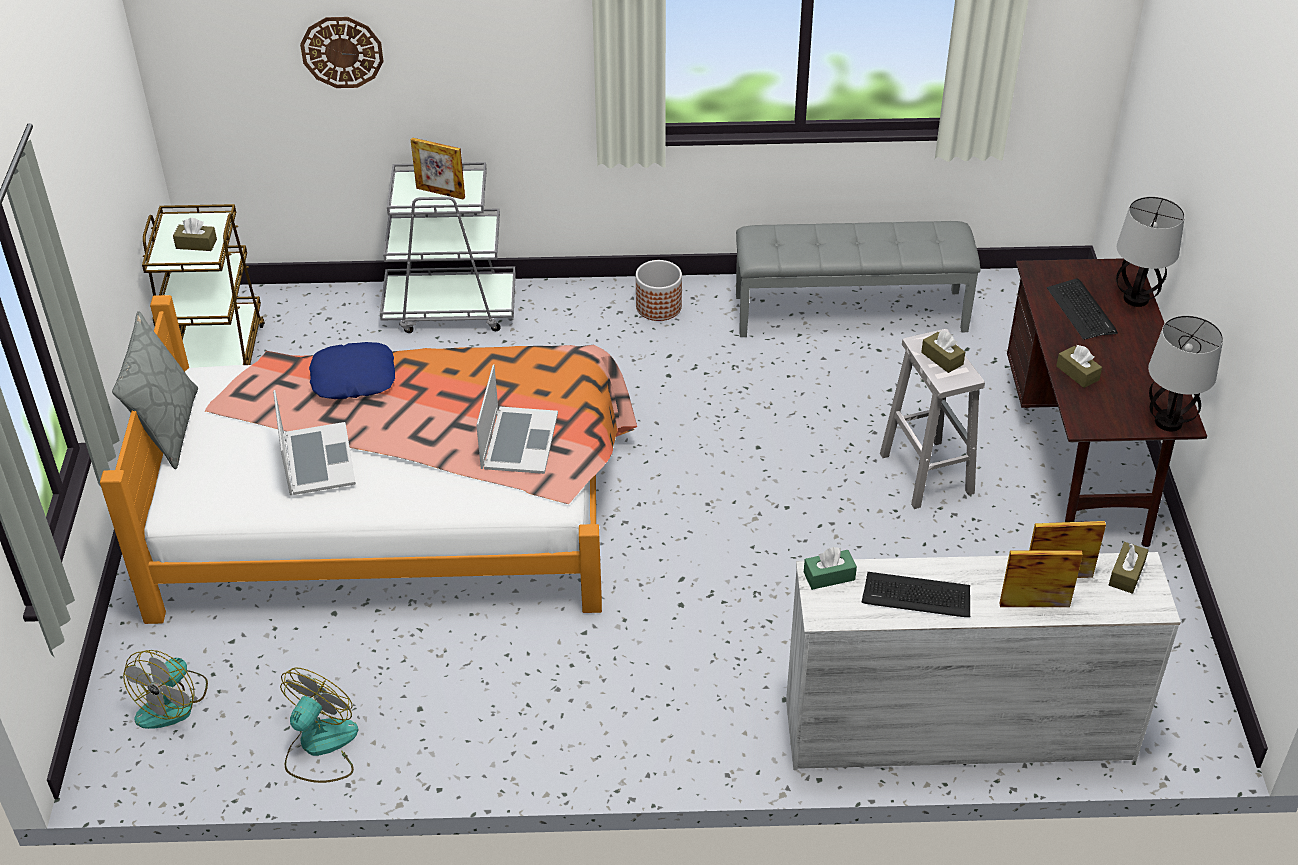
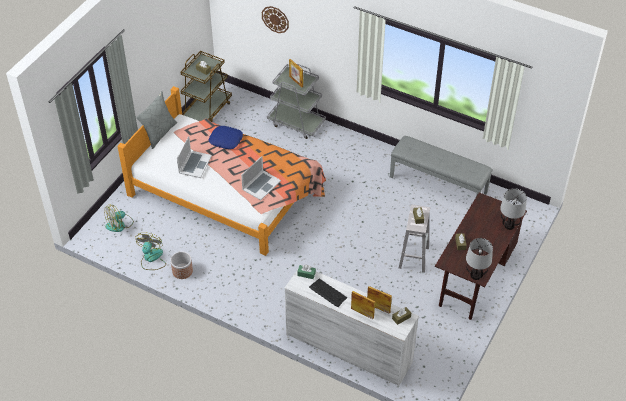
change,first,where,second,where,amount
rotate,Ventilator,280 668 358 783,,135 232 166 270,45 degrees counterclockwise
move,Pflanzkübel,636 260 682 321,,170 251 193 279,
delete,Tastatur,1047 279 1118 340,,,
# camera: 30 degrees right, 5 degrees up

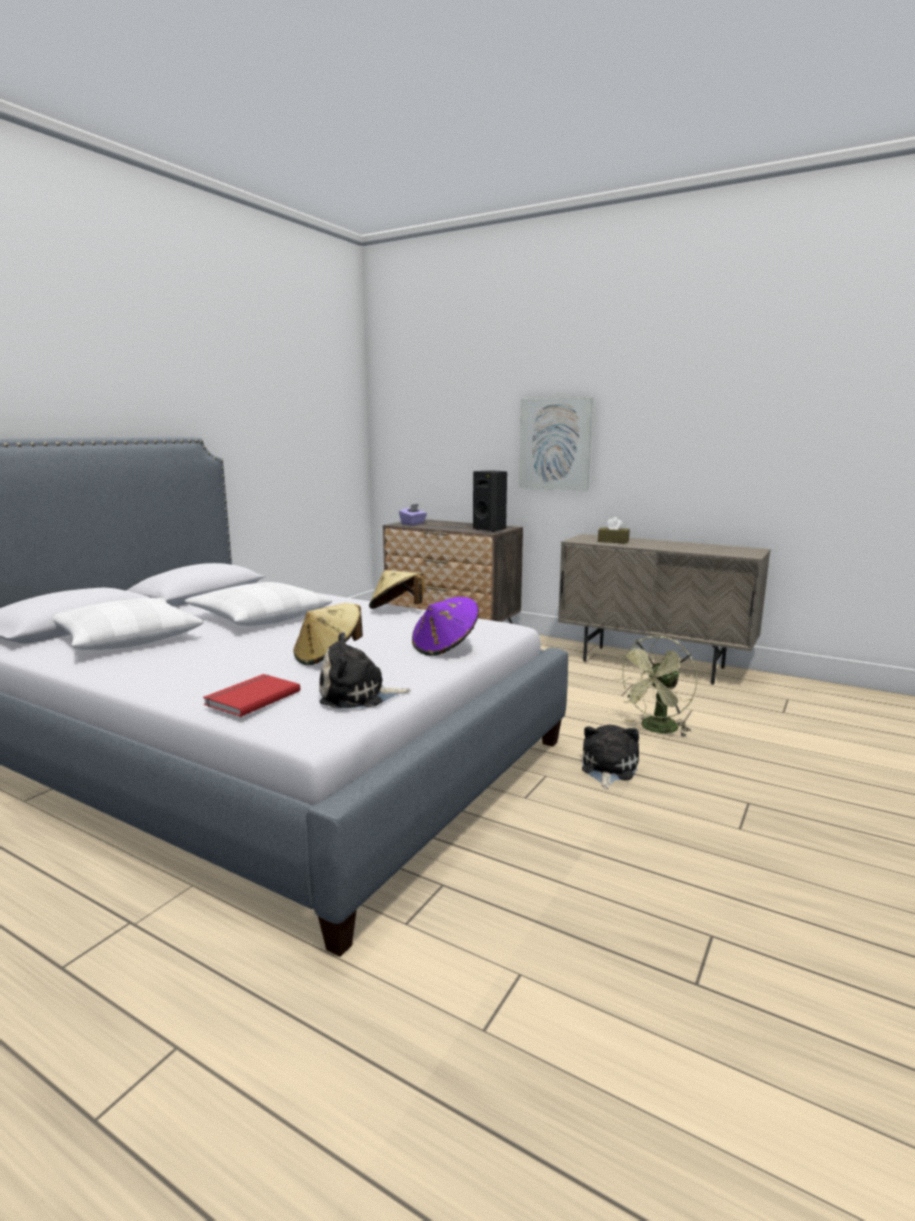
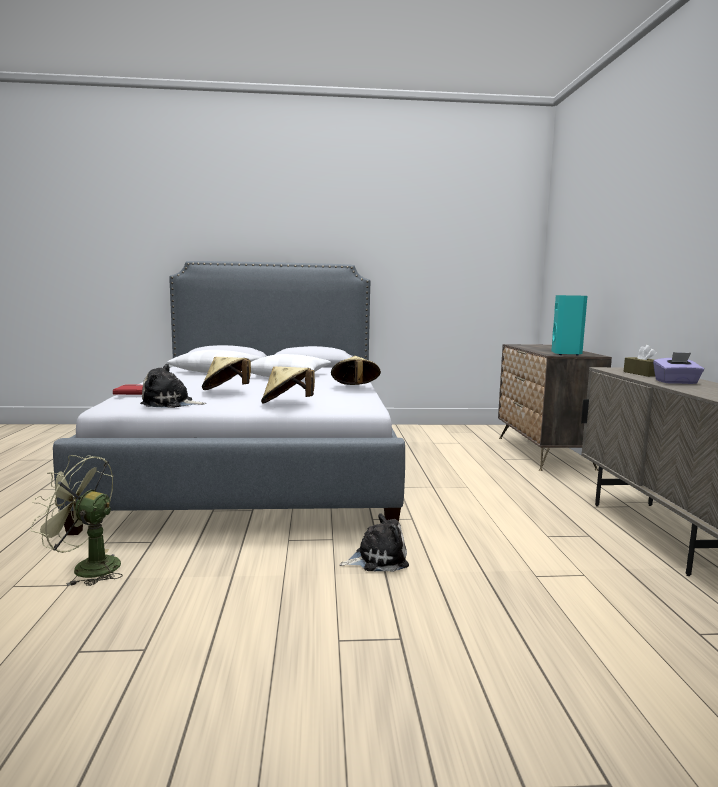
change,first,where,second,where,amount
move,Ventilator/grün,616 636 697 737,,30 455 123 586,
rotate,Plüschtier,319 632 411 709,,140 364 206 408,45 degrees counterclockwise
recolor,Hut/lila,412 597 479 656,Hut/beige,261 366 315 404,
recolor,Lautsprecher/schwarz,473 471 507 532,Lautsprecher/türkis,551 295 587 356,
move,Taschentuchbox/lila,399 504 427 525,,653 352 704 384,
delete,Bild,519 397 593 491,,,
# camera: 55 degrees right, 5 degrees down

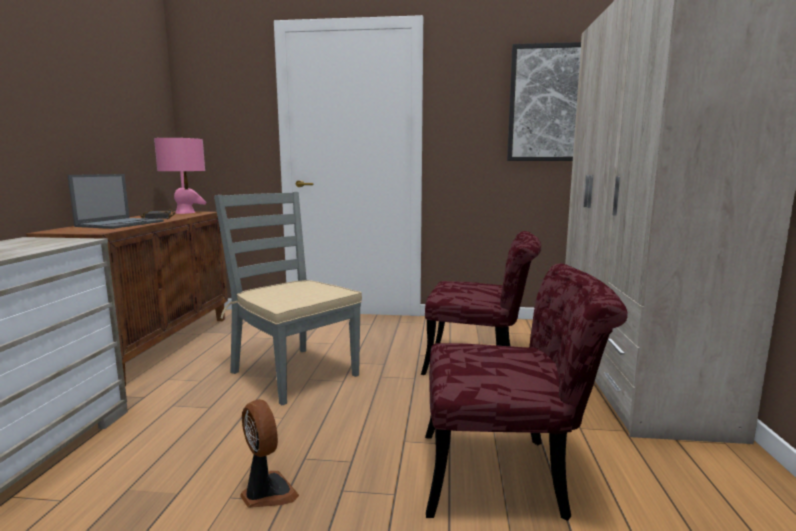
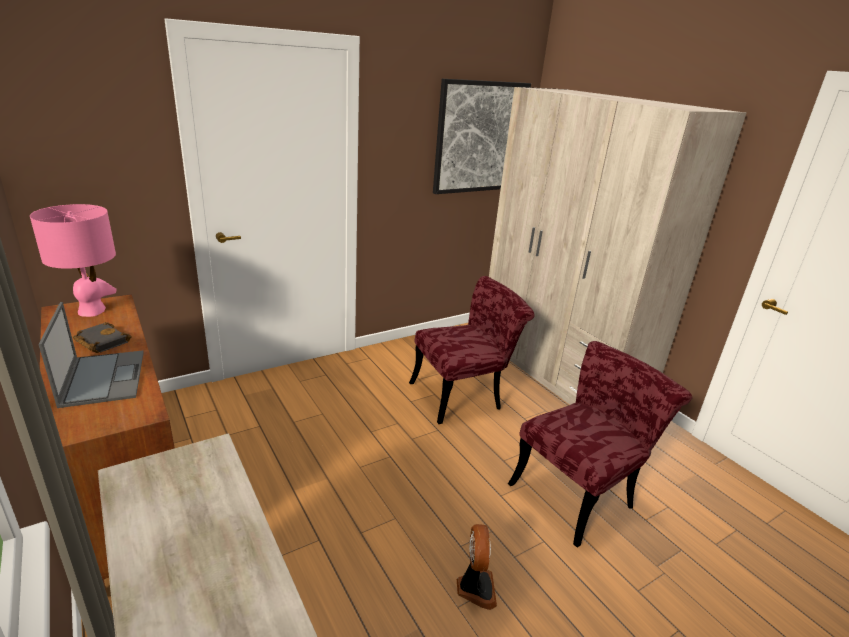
change,first,where,second,where,amount
rotate,Ventilator,240 399 299 508,,457 524 497 610,75 degrees clockwise
delete,Stuhl/grau,214 192 362 406,,,
# camera: 40 degrees left, 15 degrees up

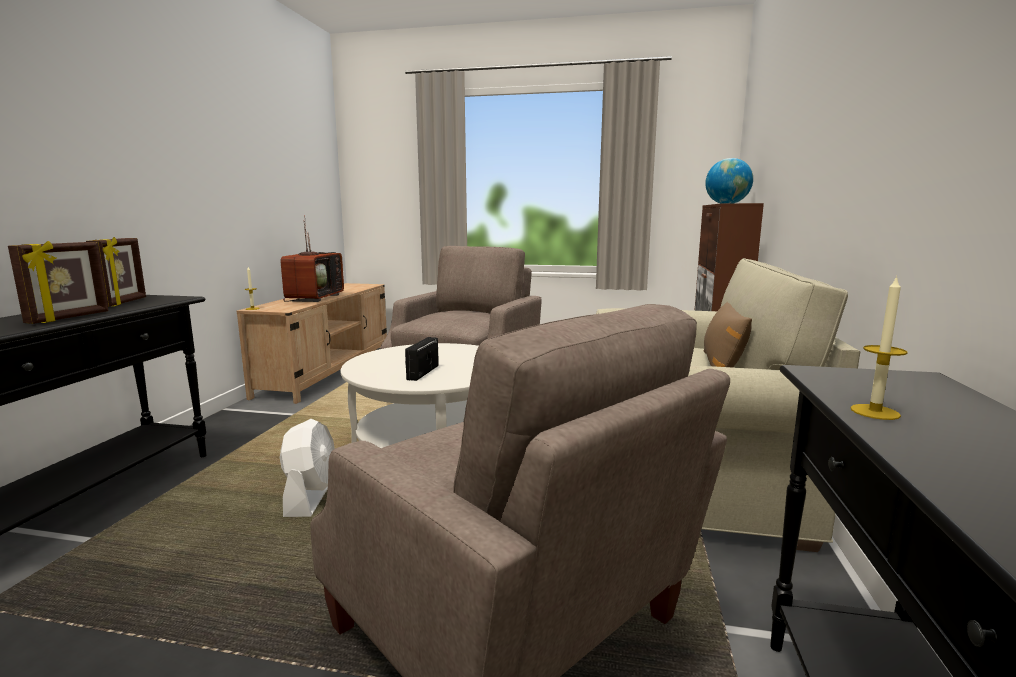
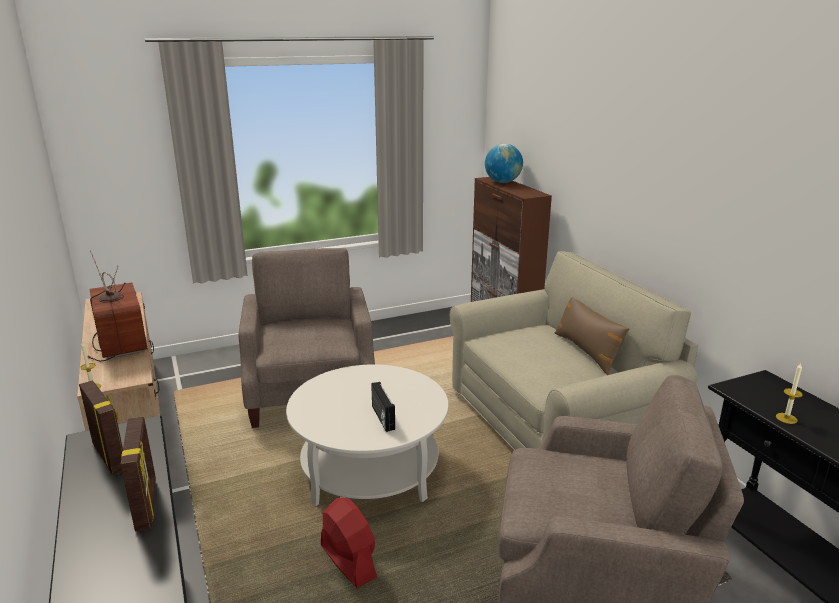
change,first,where,second,where,amount
recolor,Ventilator/weiß,280 419 335 517,Ventilator/rot,321 498 377 588,
# camera: 35 degrees left, 10 degrees up

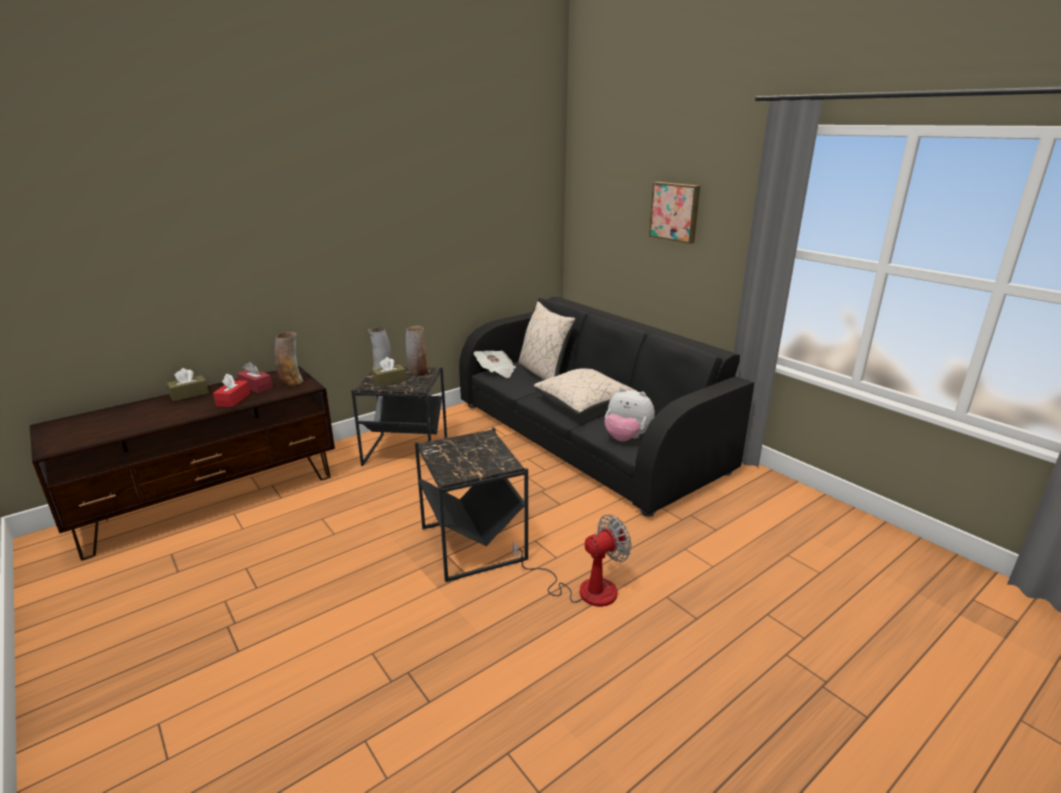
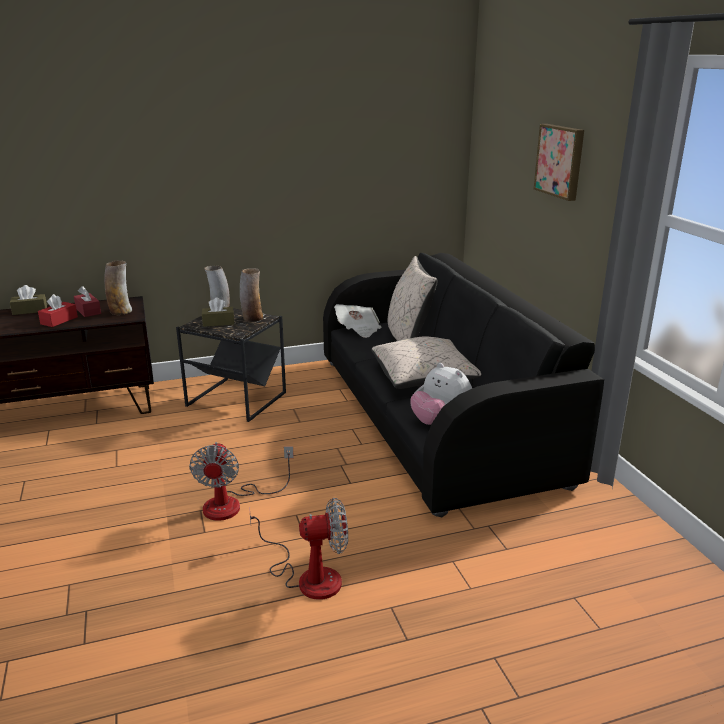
change,first,where,second,where,amount
replace,Beistelltisch/schwarz,415 428 528 582,Ventilator,189 442 294 521,
# camera: 20 degrees right, 0 degrees up

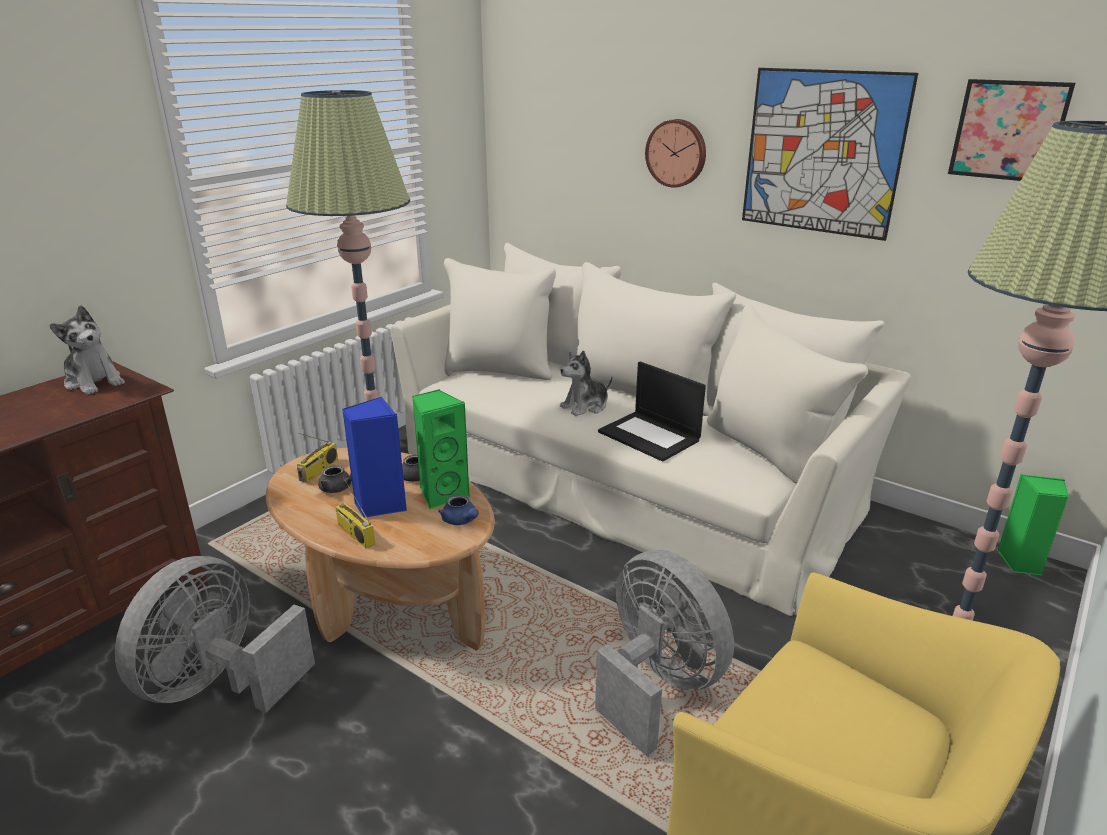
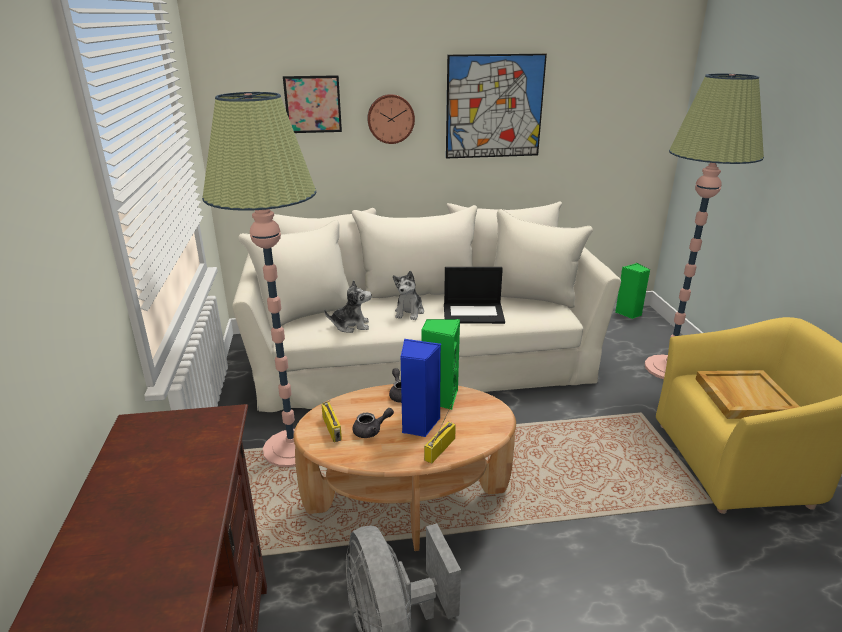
change,first,where,second,where,amount
move,Bild,948 79 1075 181,,283 75 342 133,
move,Plüschtier,50 305 125 395,,324 280 372 333,
rotate,Radio,335 477 375 548,,424 406 456 464,120 degrees clockwise
insert,,,Tablett/beige,696 370 799 419,
delete,Teekanne/blau,438 495 479 525,,,
delete,Ventilator/grau,595 550 734 756,,,
# camera: 45 degrees left, 0 degrees up

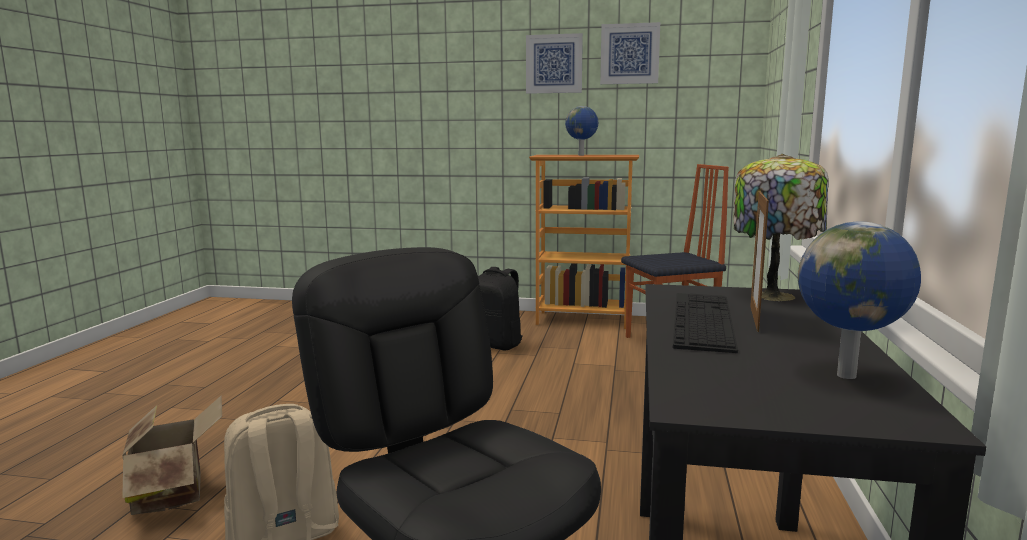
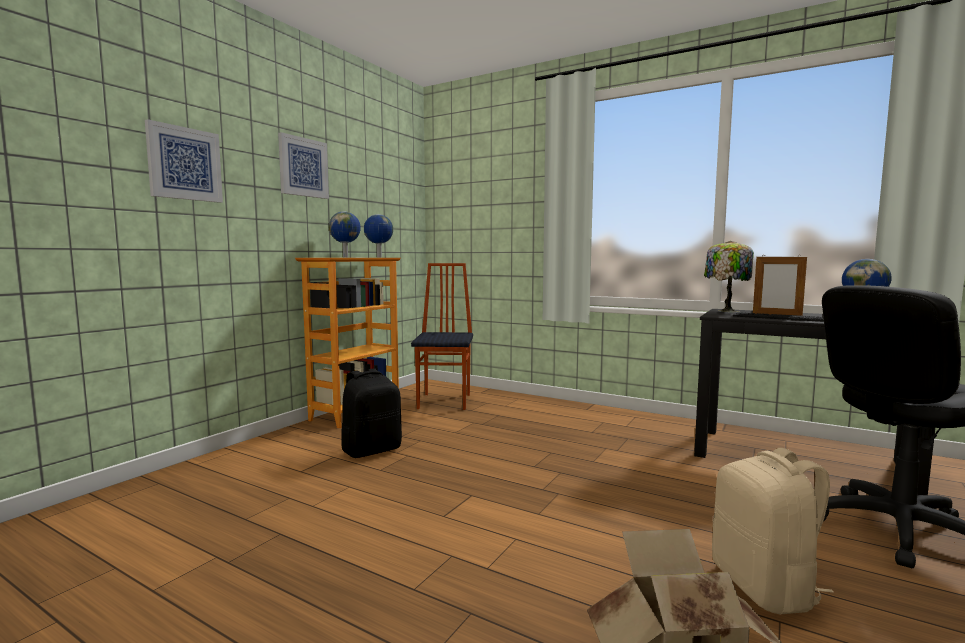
change,first,where,second,where,amount
move,Bild,600 22 660 84,,145 119 223 203,
insert,,,Globus,364 214 393 257,
# camera: 70 degrees left, 5 degrees down

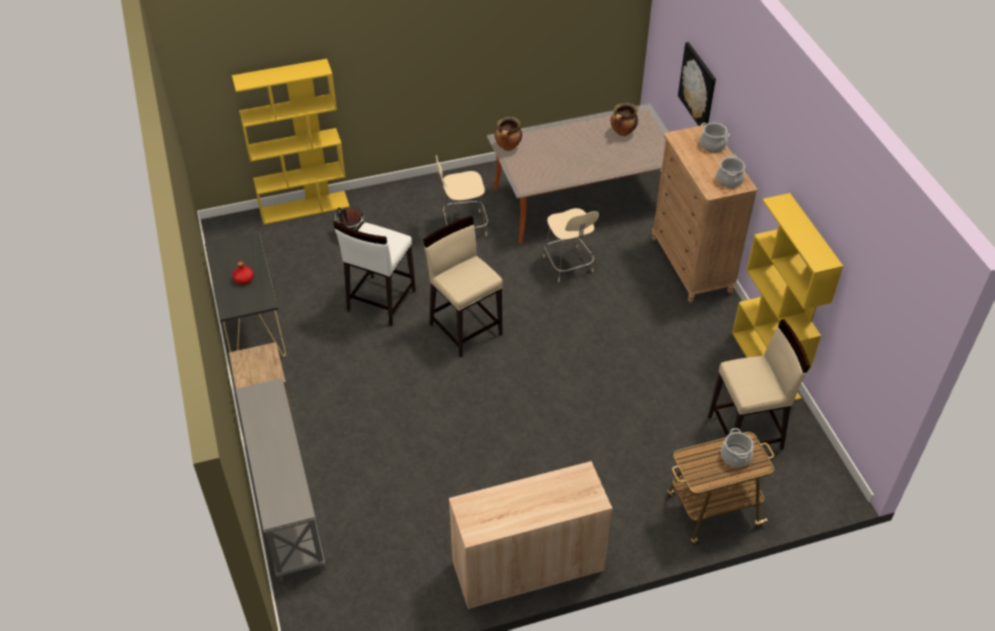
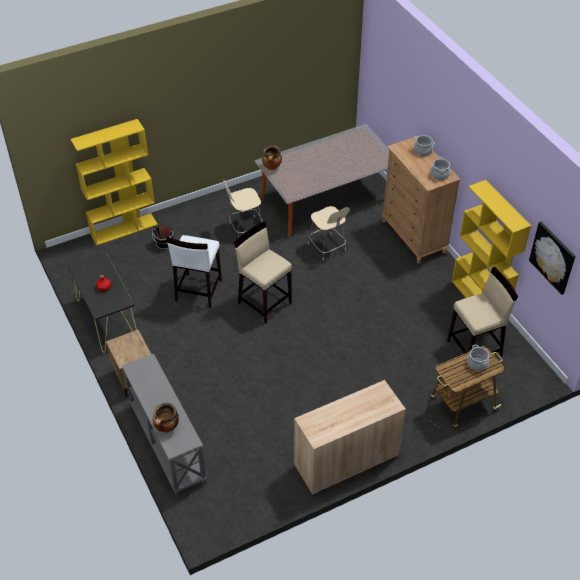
change,first,where,second,where,amount
move,Kochtopf,611 103 638 136,,153 403 179 433,
move,Bild,678 42 716 126,,529 222 575 295,
# camera: 10 degrees left, 0 degrees up

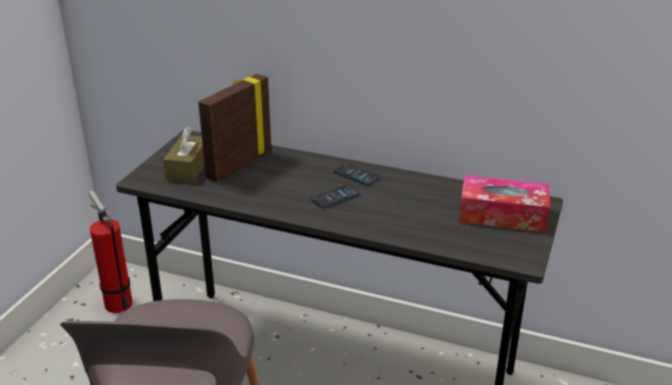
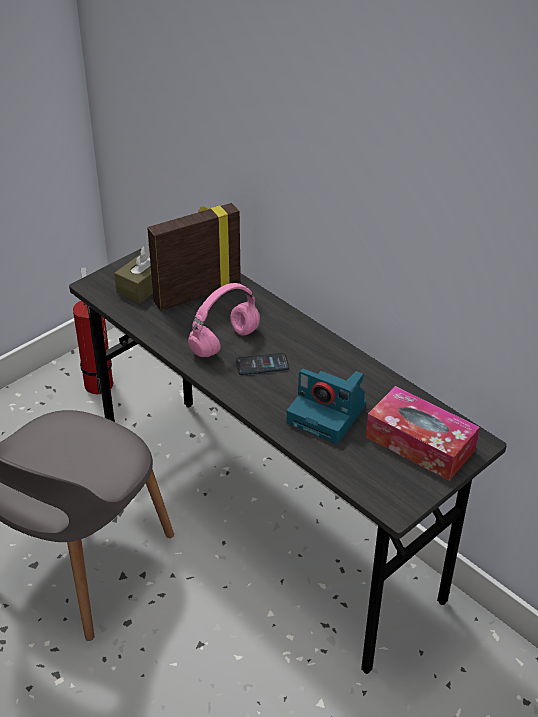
change,first,where,second,where,amount
insert,,,Kopfhörer/rosa,188 283 260 357,
insert,,,Kamera,287 369 366 444,
delete,Handy,334 163 379 185,,,
# camera: 25 degrees right, 10 degrees up

